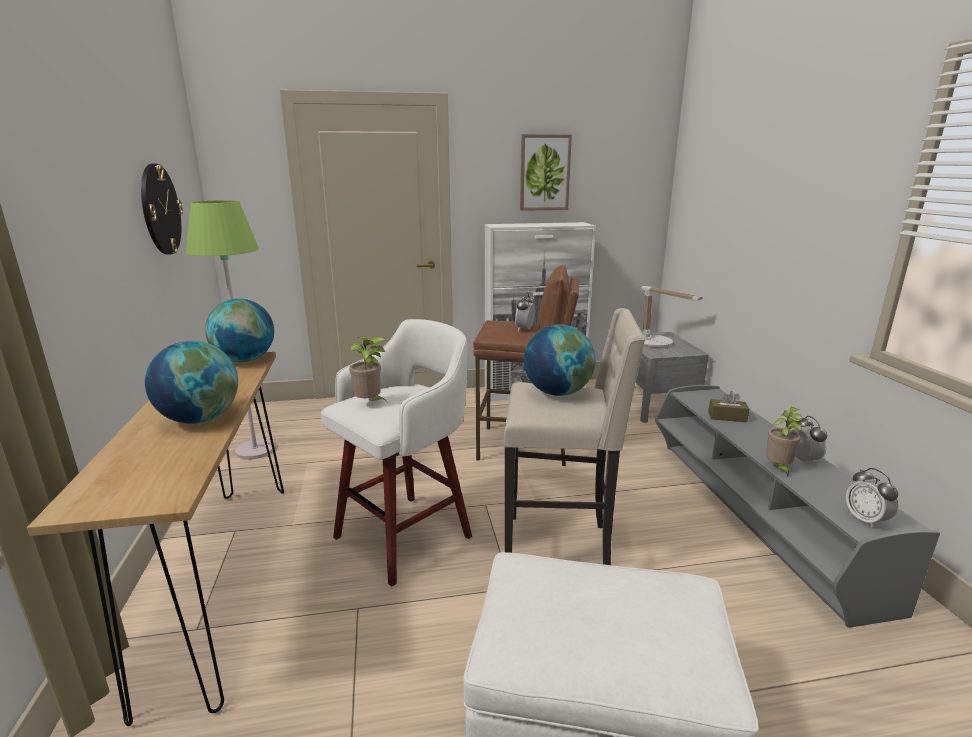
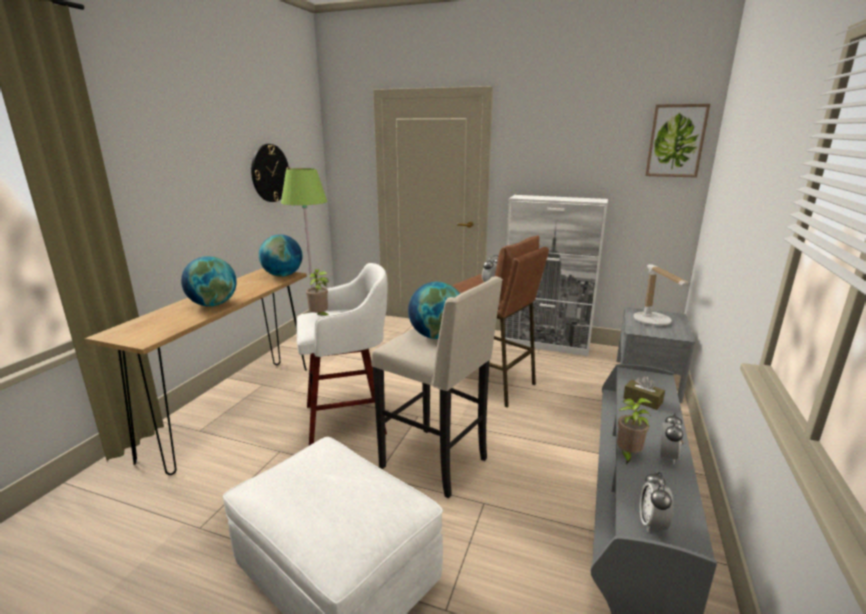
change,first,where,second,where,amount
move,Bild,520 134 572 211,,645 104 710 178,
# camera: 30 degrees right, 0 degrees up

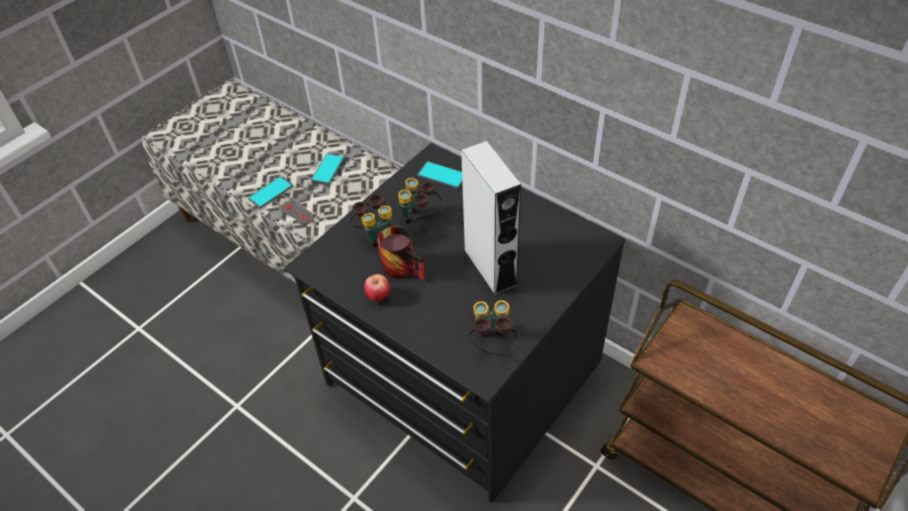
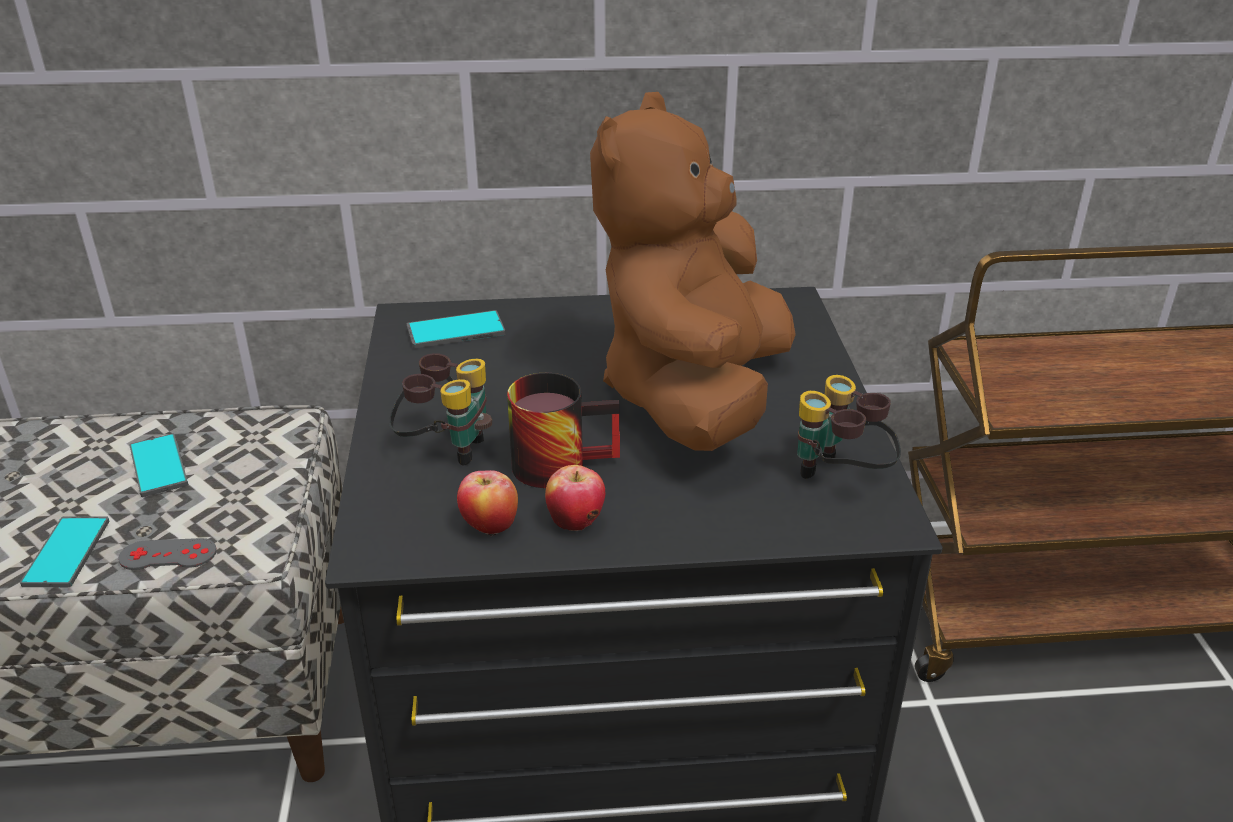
change,first,where,second,where,amount
insert,,,Apfel,457 470 518 536,
replace,Lautsprecher/grau,461 141 521 296,Plüschtier/braun,590 92 796 451,
delete,Fernglas,398 178 444 224,,,
# camera: 45 degrees left, 15 degrees down

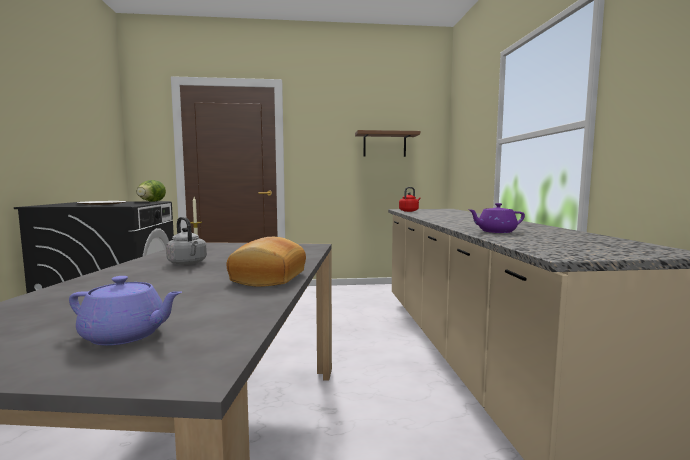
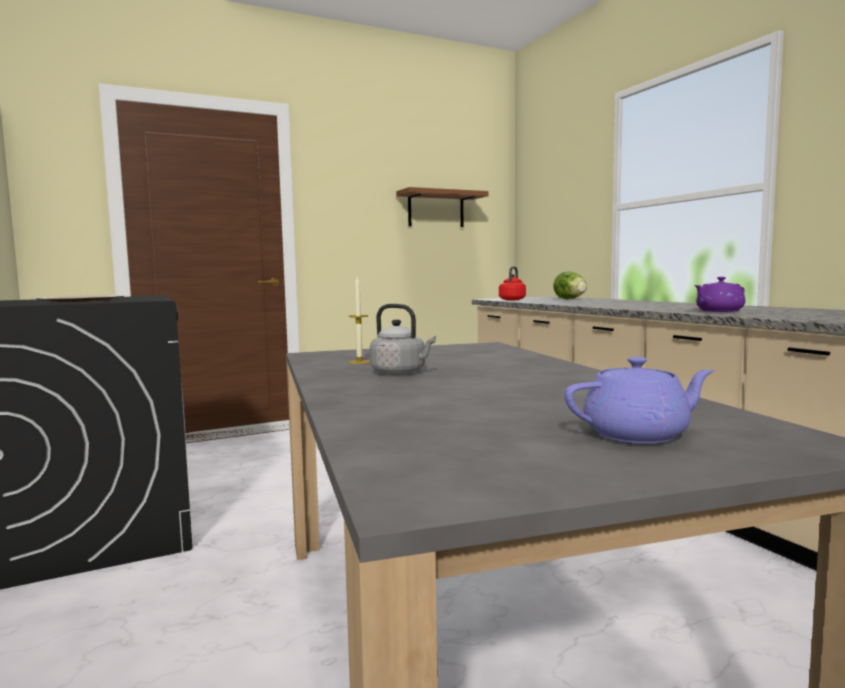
change,first,where,second,where,amount
move,Salatkopf,136 180 166 202,,553 272 587 299,
delete,Brot,226 237 306 287,,,
# camera: 20 degrees left, 0 degrees up

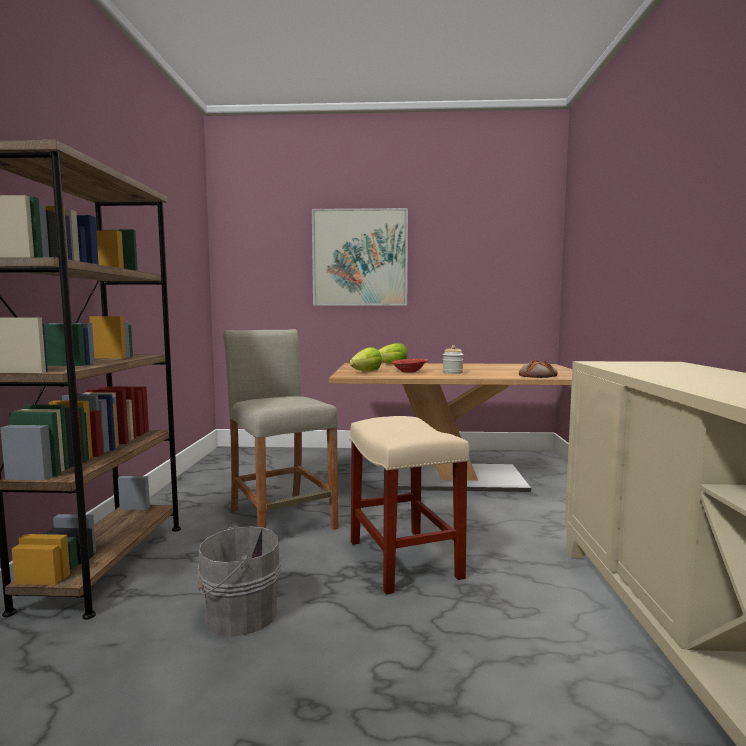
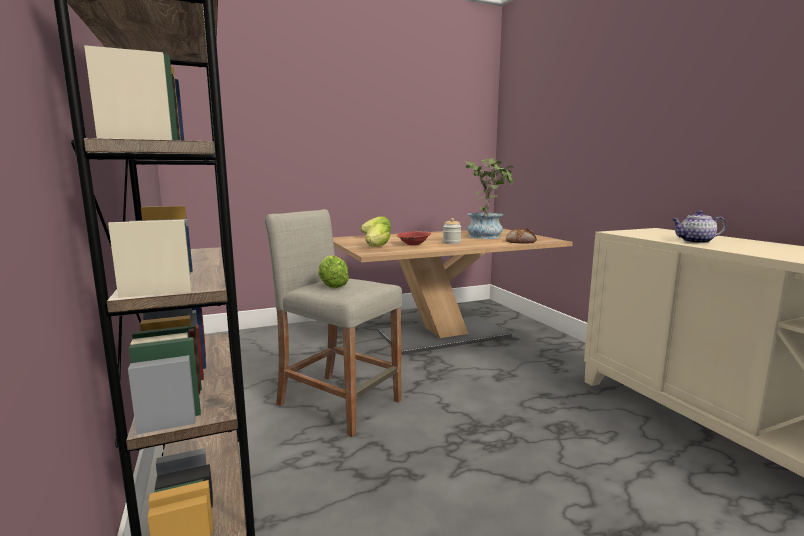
change,first,where,second,where,amount
insert,,,Salatkopf,318 255 349 288,
insert,,,Topfpflanze,464 158 514 239,
insert,,,Teekanne,672 210 726 243,
delete,Eimer/grau,197 523 281 637,,,
delete,Bild,312 208 408 306,,,
delete,Hocker/beige,350 416 469 595,,,
# camera: 25 degrees left, 5 degrees up

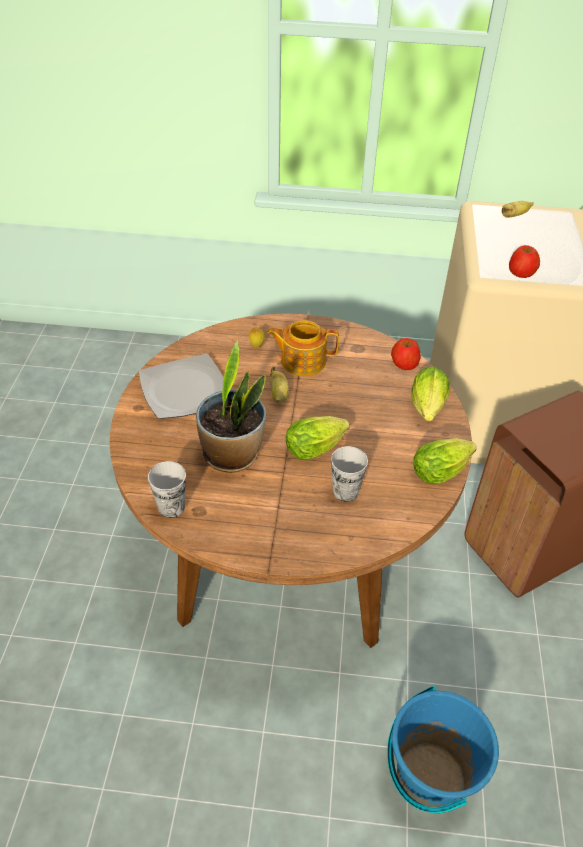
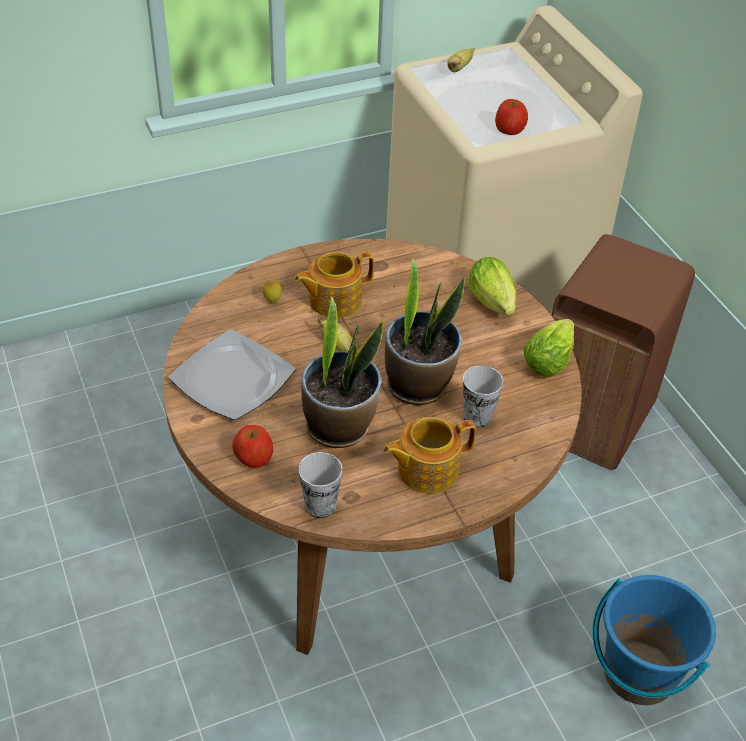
change,first,where,second,where,amount
move,Apfel,391 338 421 370,,232 425 273 468,
insert,,,Teekanne,383 417 476 493,
replace,Salatkopf,286 416 350 460,Topfpflanze,385 257 465 405,
# camera: 30 degrees left, 0 degrees up

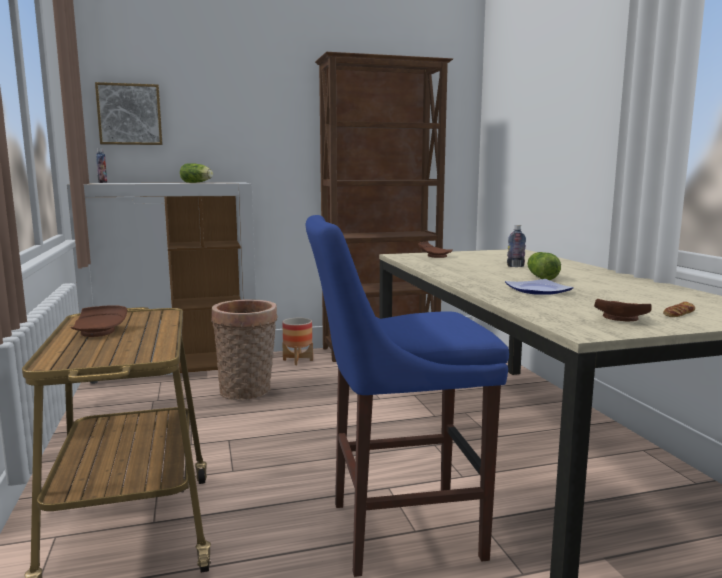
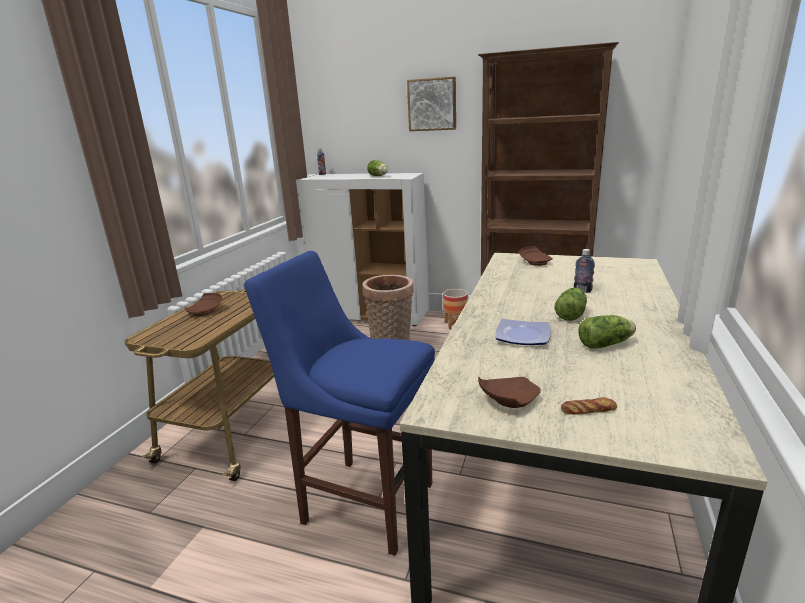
change,first,where,second,where,amount
move,Bild,95 82 163 145,,407 77 456 131,
insert,,,Salatkopf,578 315 636 349,
# camera: 35 degrees right, 10 degrees up

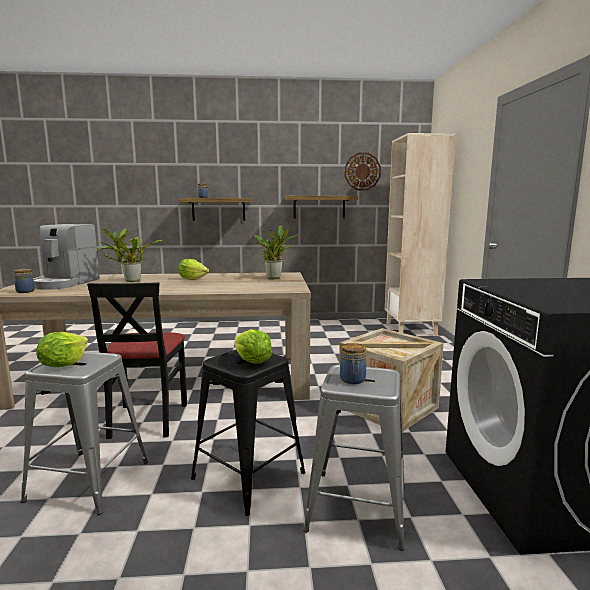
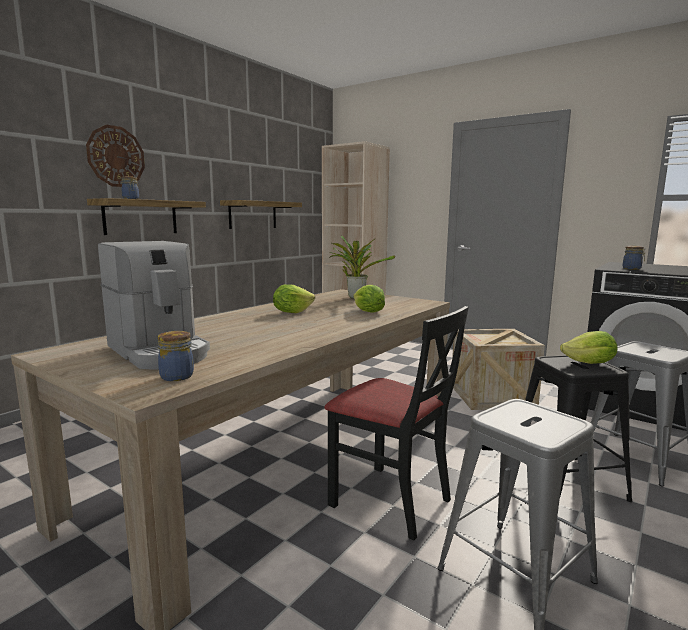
change,first,where,second,where,amount
move,Wanduhr,345 153 381 191,,86 125 145 187,
move,Salatkopf,36 332 88 367,,353 285 385 313,
move,Vorratsglas,340 343 366 384,,622 246 645 270,
delete,Topfpflanze,97 228 162 282,,,
# camera: 50 degrees left, 0 degrees up

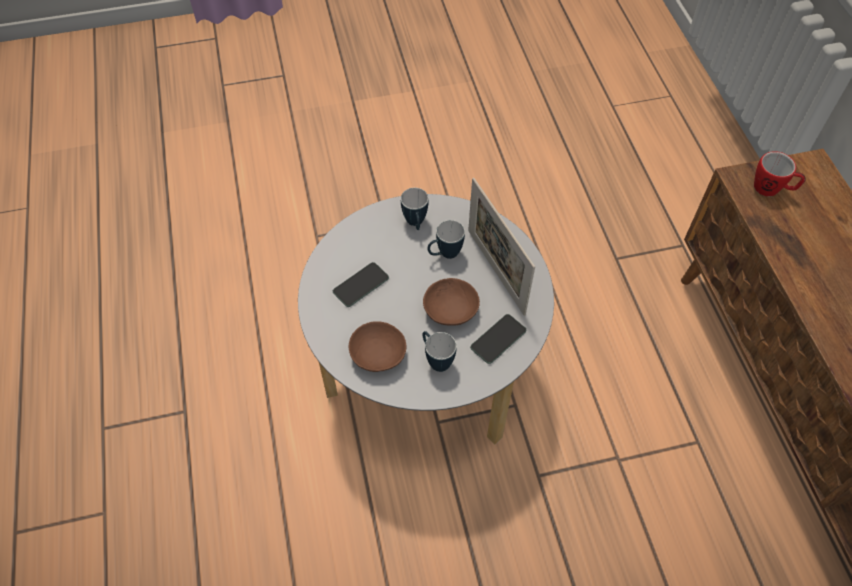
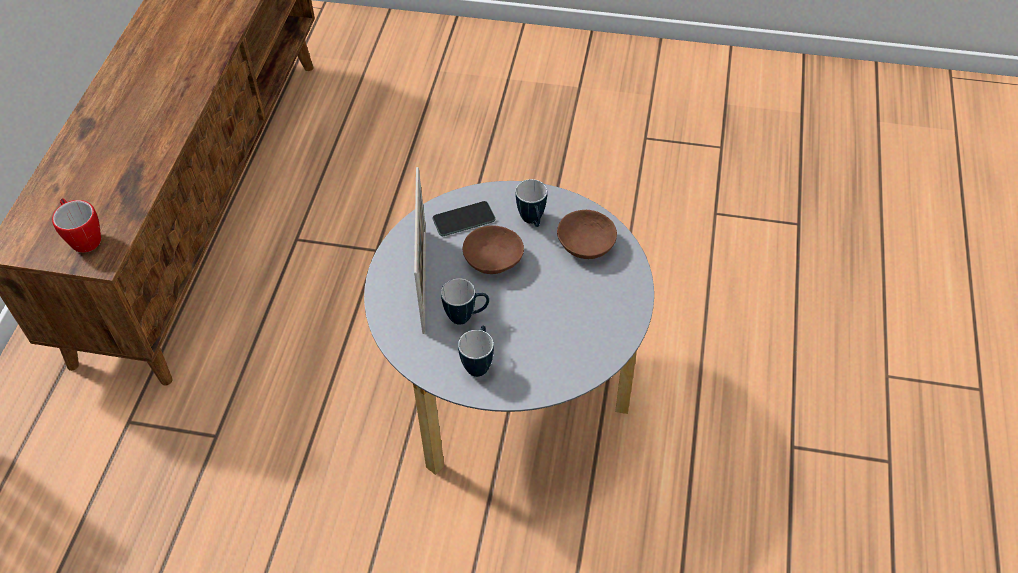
change,first,where,second,where,amount
delete,Handy,333 262 389 307,,,
# camera: 155 degrees left, 5 degrees down

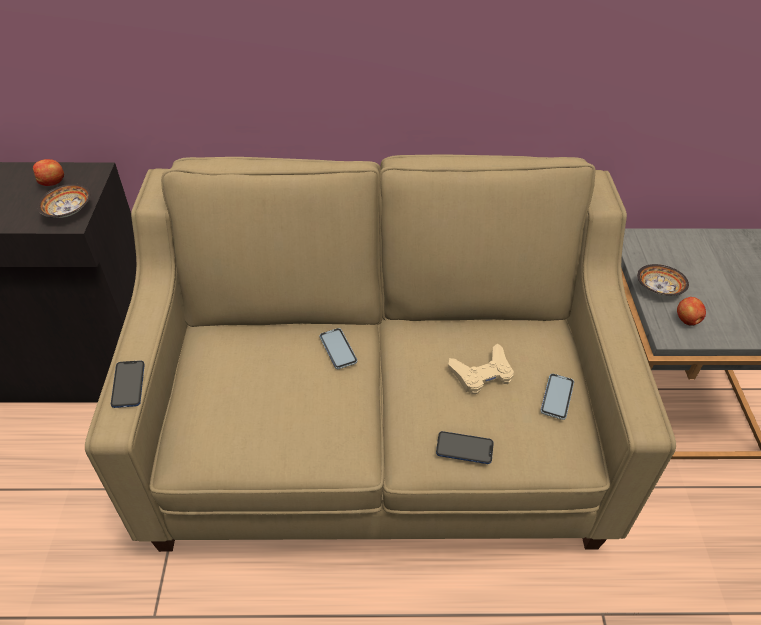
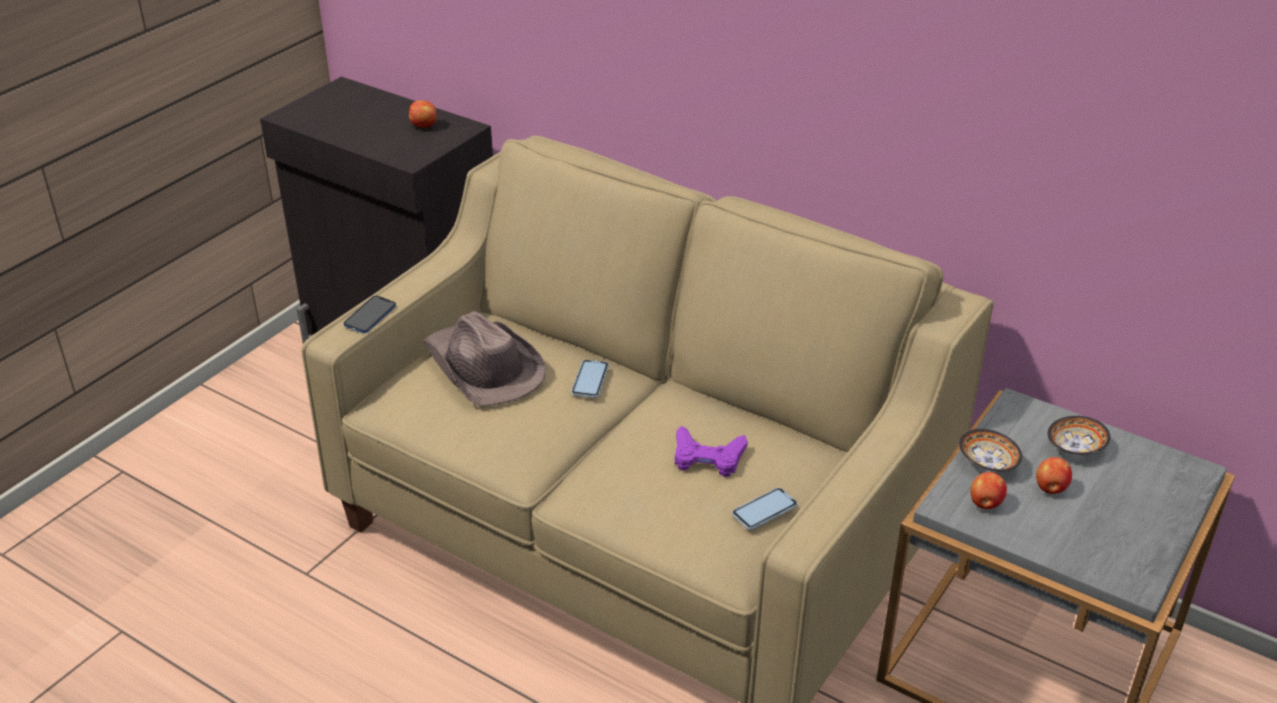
change,first,where,second,where,amount
insert,,,Hut/braun,423 311 546 406,
recolor,Gamepad/beige,448 343 514 395,Gamepad/lila,675 426 748 477,
insert,,,Apfel,1036 457 1072 494,
move,Schüssel,37 184 91 218,,1047 416 1110 455,
delete,Handy,436 431 494 464,,,
# camera: 35 degrees right, 10 degrees down

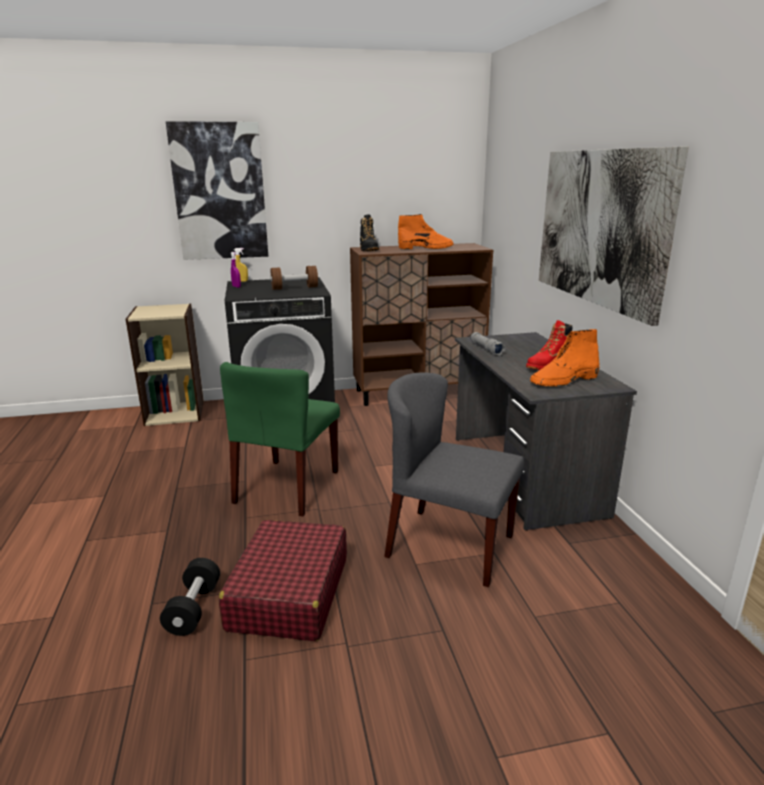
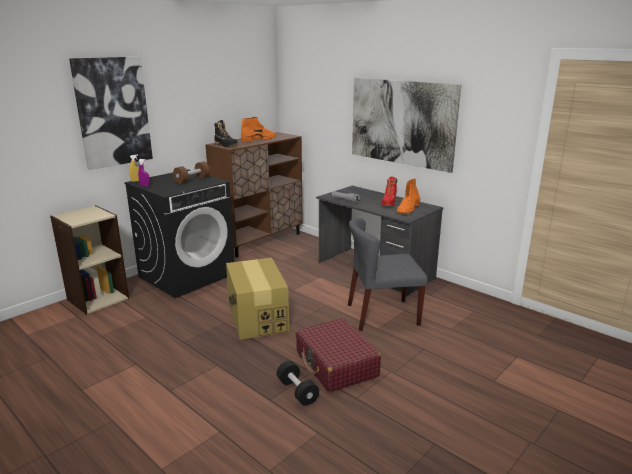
change,first,where,second,where,amount
replace,Stuhl/grün,220 362 340 517,Karton,226 258 289 340,
# camera: 35 degrees left, 0 degrees up

